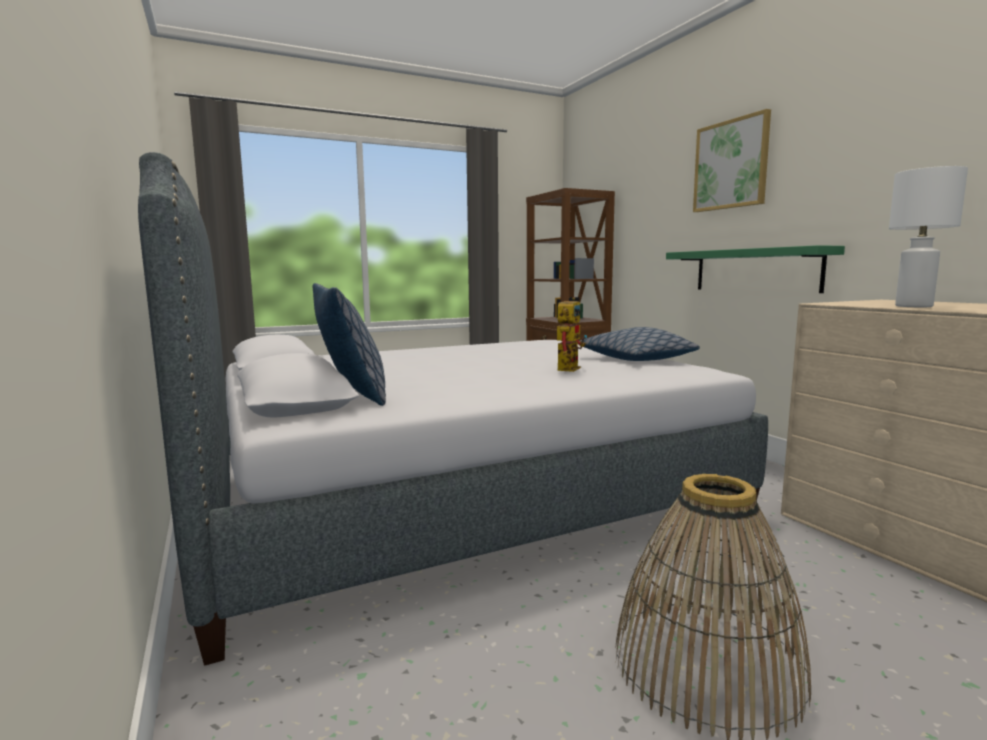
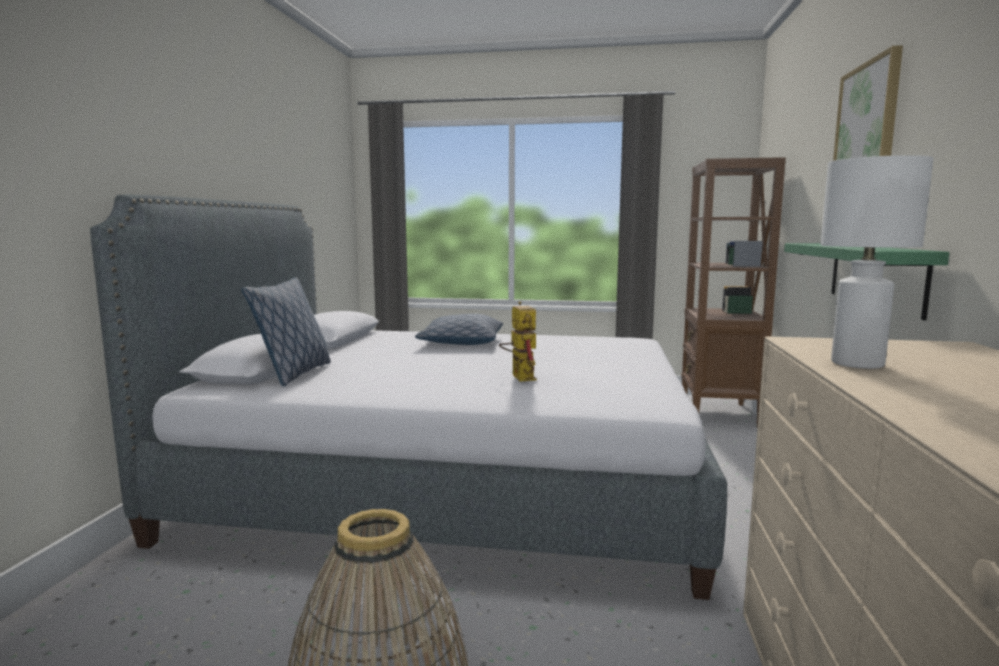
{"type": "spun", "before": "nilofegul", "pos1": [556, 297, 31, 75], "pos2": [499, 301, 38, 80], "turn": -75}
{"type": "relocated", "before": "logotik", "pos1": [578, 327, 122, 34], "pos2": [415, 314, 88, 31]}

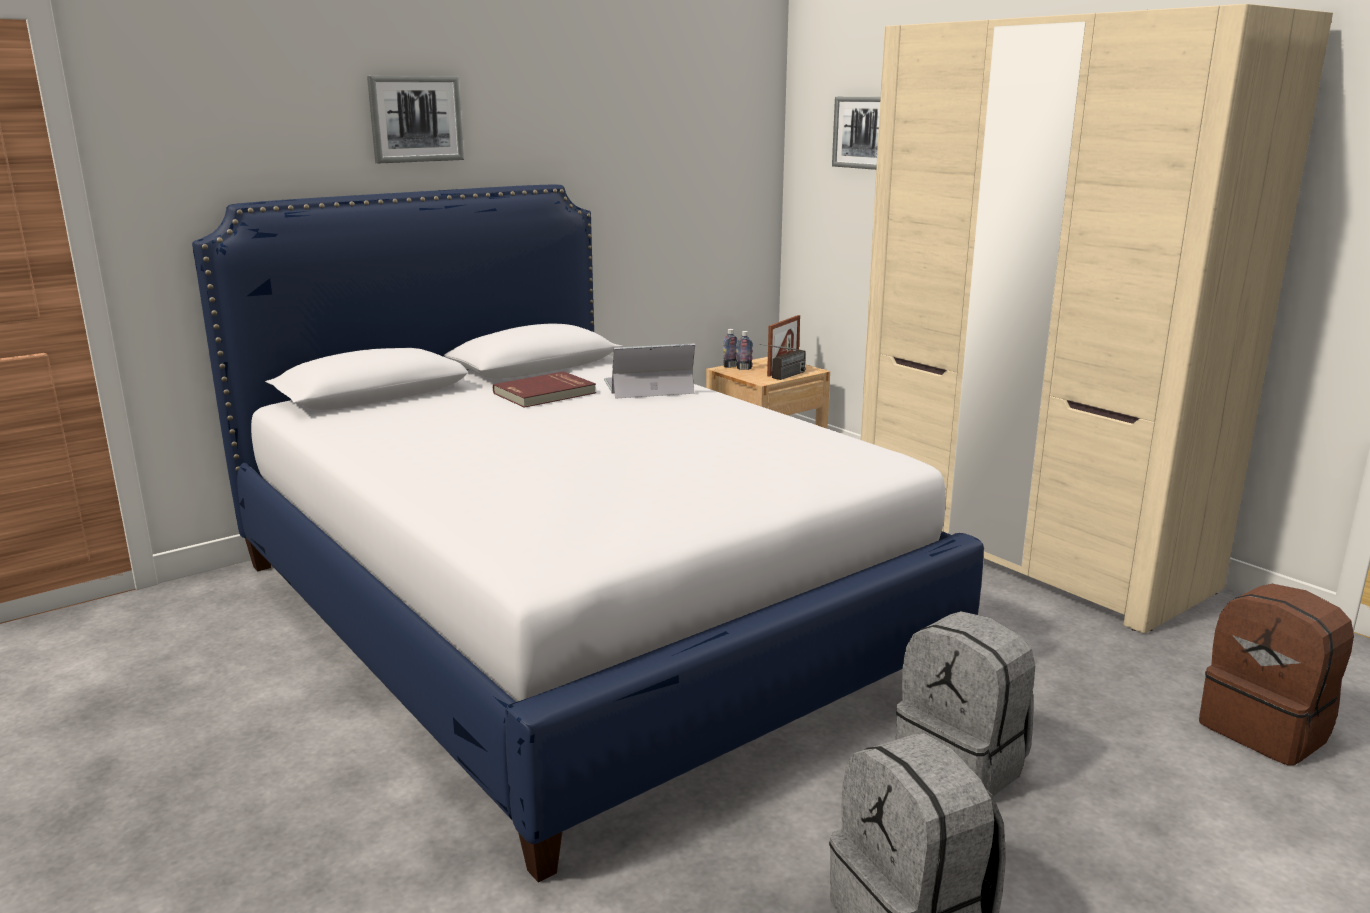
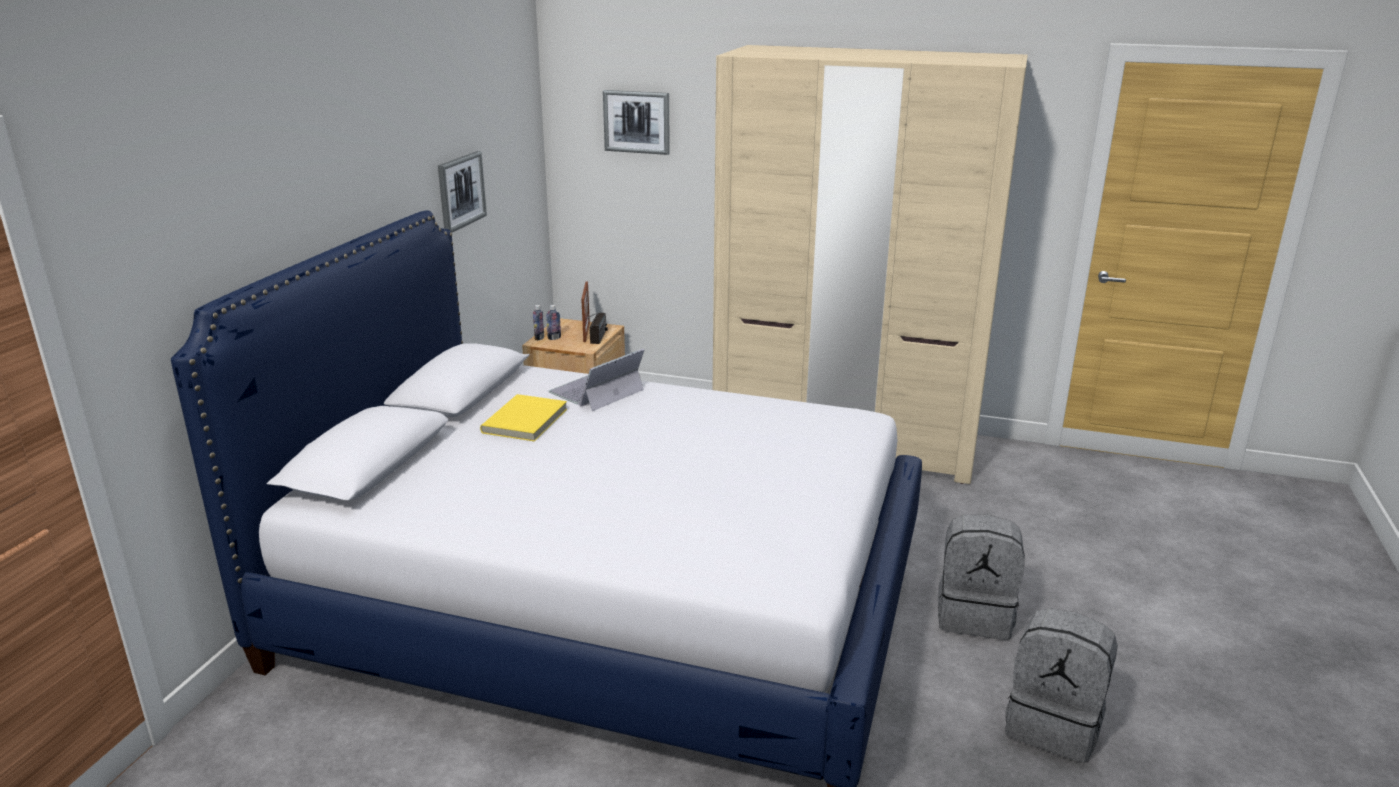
{"type": "relocated", "before": "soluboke", "pos1": [367, 76, 97, 87], "pos2": [438, 151, 49, 81]}
{"type": "colour", "before": "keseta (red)", "after": "keseta (yellow)", "pos1": [493, 371, 103, 37], "pos2": [480, 394, 87, 47]}
{"type": "missing", "before": "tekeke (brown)", "pos1": [1199, 584, 155, 182]}

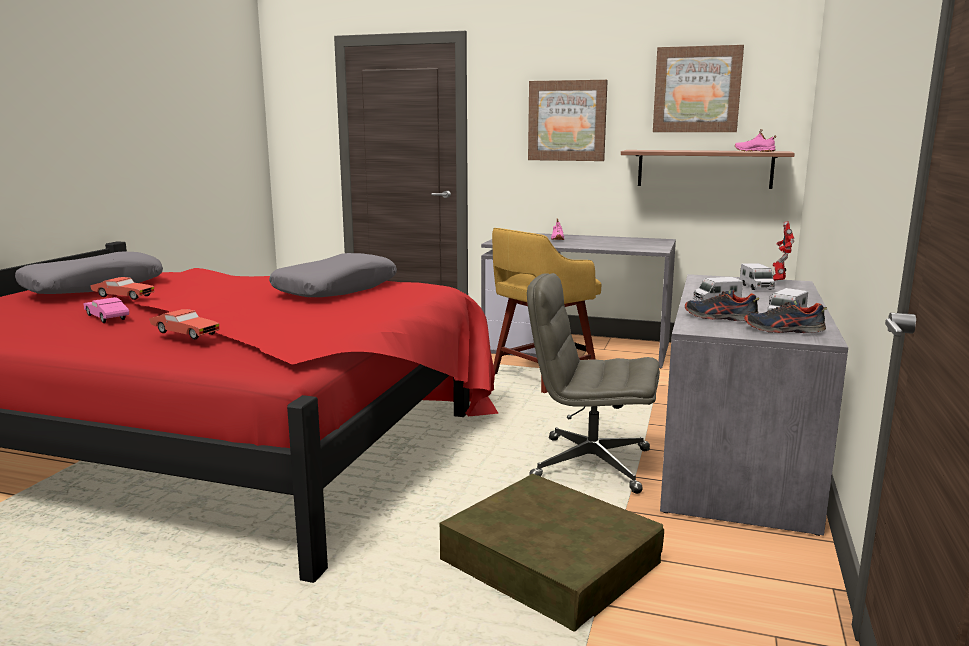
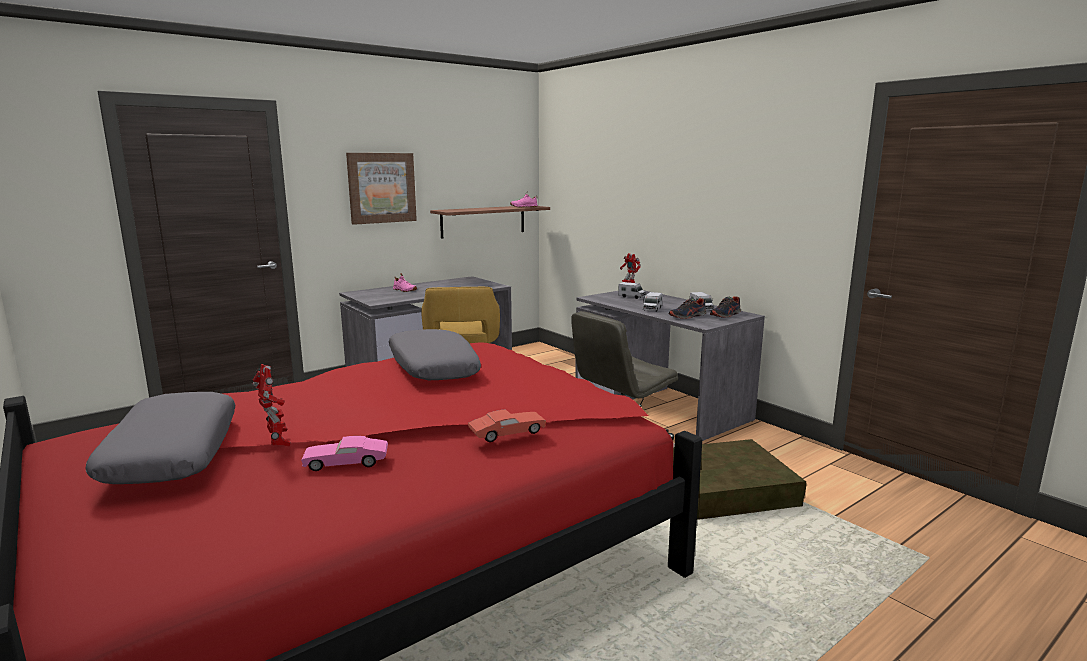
{"type": "missing", "before": "soluboke", "pos1": [653, 45, 91, 87]}
{"type": "exchanged", "before": "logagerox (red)", "after": "nilofegul", "pos1": [90, 277, 64, 23], "pos2": [253, 364, 38, 82]}

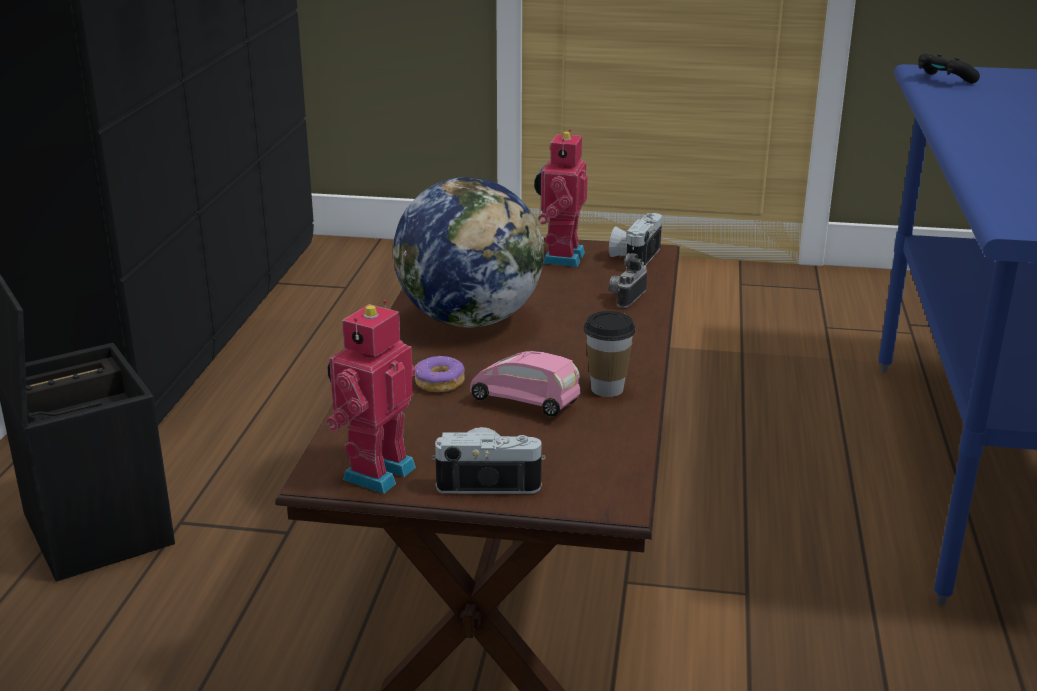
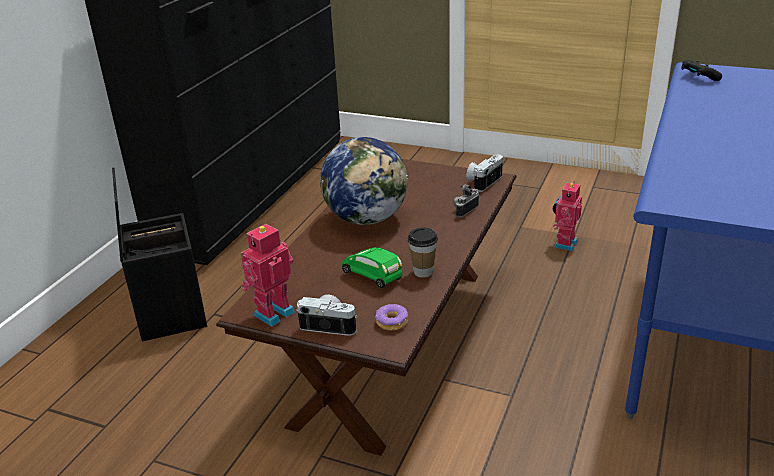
{"type": "relocated", "before": "nilofegul", "pos1": [534, 129, 54, 138], "pos2": [553, 181, 29, 70]}
{"type": "colour", "before": "logagerox (pink)", "after": "logagerox (green)", "pos1": [470, 351, 110, 66], "pos2": [342, 247, 60, 41]}
{"type": "relocated", "before": "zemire", "pos1": [415, 356, 50, 36], "pos2": [375, 304, 33, 27]}

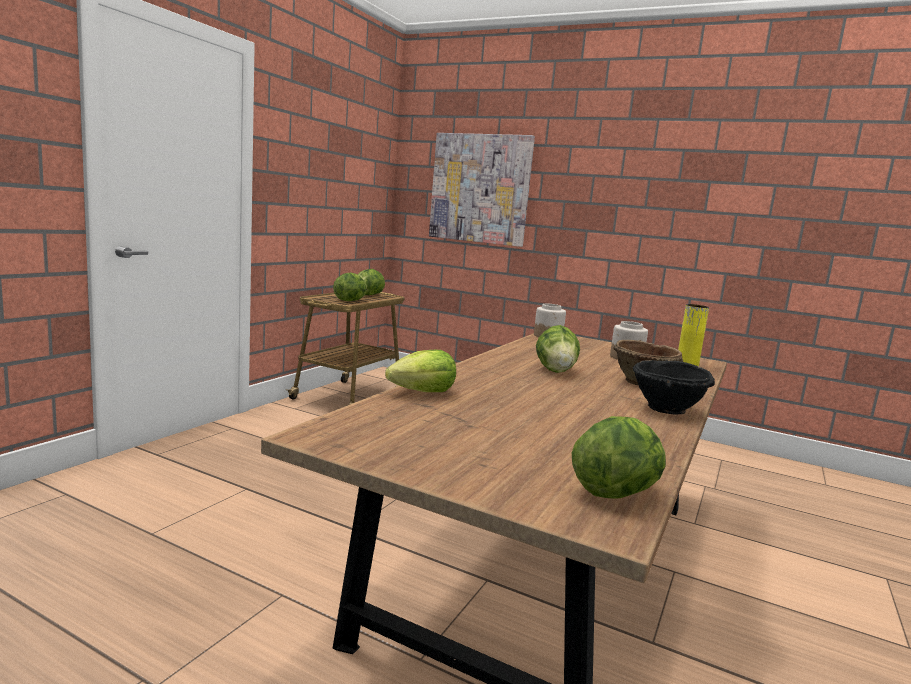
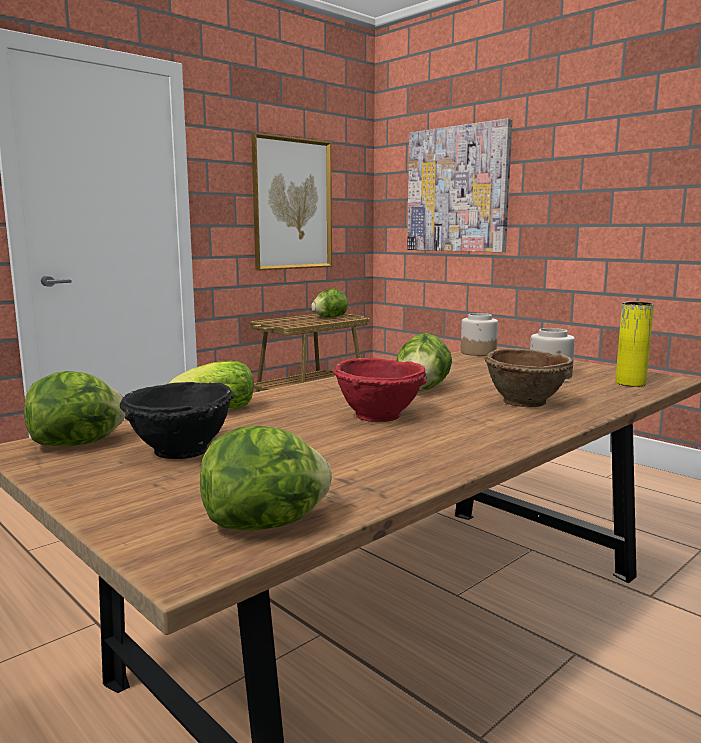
{"type": "relocated", "before": "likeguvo", "pos1": [333, 273, 34, 28], "pos2": [24, 371, 102, 75]}
{"type": "relocated", "before": "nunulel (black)", "pos1": [633, 360, 82, 54], "pos2": [120, 382, 114, 77]}
{"type": "appeared", "after": "soluboke", "pos2": [251, 132, 81, 138]}
{"type": "appeared", "after": "nunulel (red)", "pos2": [333, 358, 93, 64]}

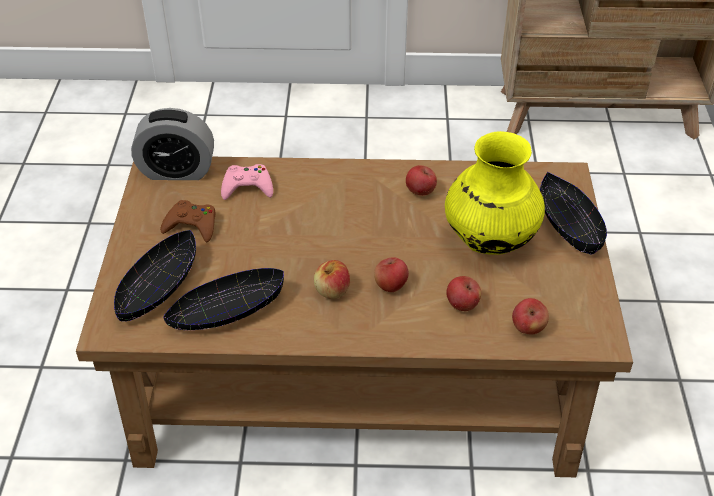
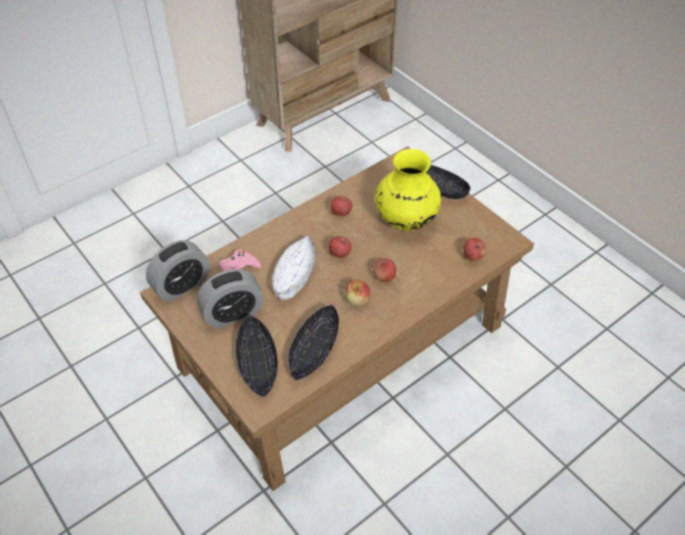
{"type": "exchanged", "before": "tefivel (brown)", "after": "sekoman", "pos1": [160, 200, 56, 42], "pos2": [197, 269, 67, 59]}
{"type": "relocated", "before": "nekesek", "pos1": [446, 276, 35, 35], "pos2": [329, 236, 23, 22]}
{"type": "appeared", "after": "nunulel (white)", "pos2": [272, 235, 44, 65]}

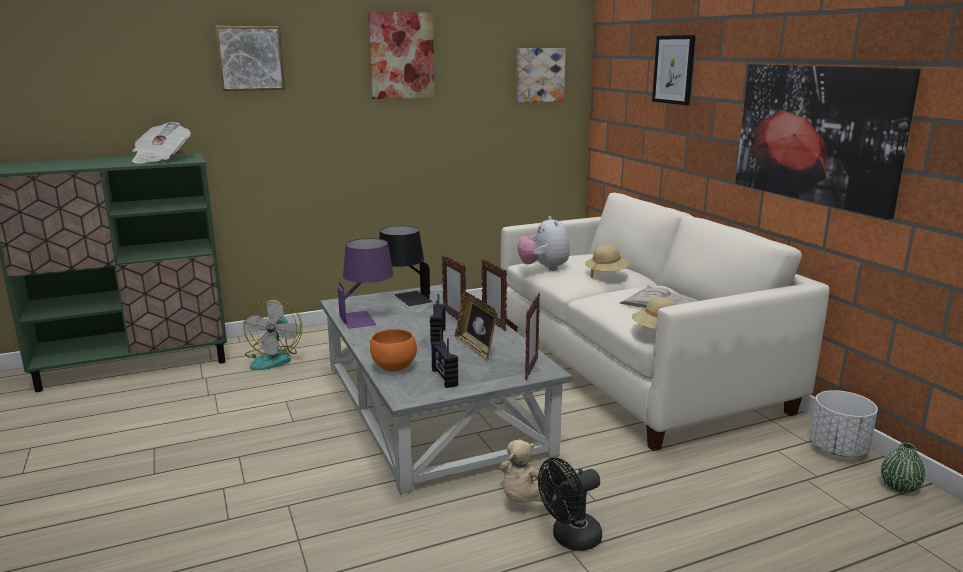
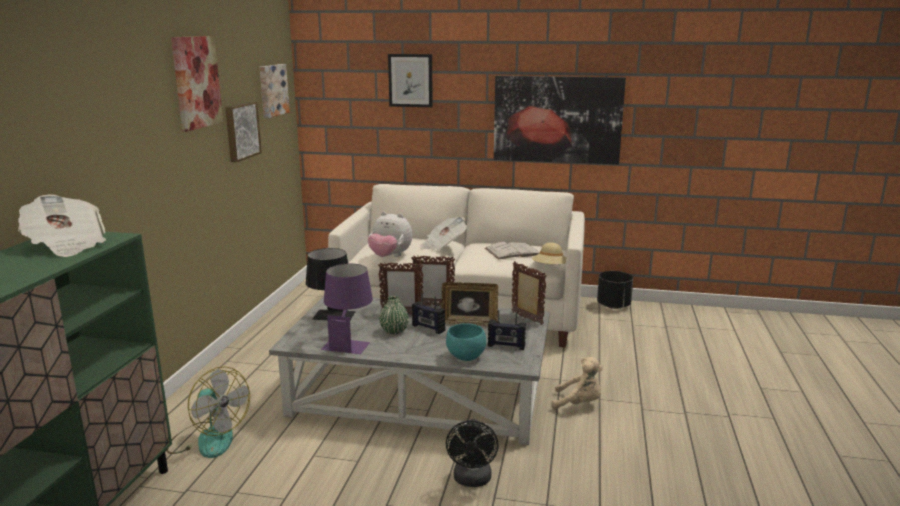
{"type": "relocated", "before": "soluboke", "pos1": [215, 26, 70, 65], "pos2": [225, 101, 37, 62]}
{"type": "exchanged", "before": "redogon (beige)", "after": "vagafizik", "pos1": [585, 244, 45, 35], "pos2": [420, 217, 47, 33]}
{"type": "colour", "before": "nunulel (orange)", "after": "nunulel (turquoise)", "pos1": [370, 329, 47, 43], "pos2": [446, 323, 40, 38]}
{"type": "colour", "before": "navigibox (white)", "after": "navigibox (black)", "pos1": [810, 390, 68, 67], "pos2": [597, 271, 36, 38]}
{"type": "spun", "before": "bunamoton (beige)", "pos1": [500, 439, 54, 63], "pos2": [551, 357, 52, 53], "turn": -45}
{"type": "relocated", "before": "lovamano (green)", "pos1": [881, 442, 44, 51], "pos2": [380, 296, 29, 38]}
{"type": "relocated", "before": "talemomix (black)", "pos1": [538, 458, 64, 93], "pos2": [446, 419, 53, 68]}

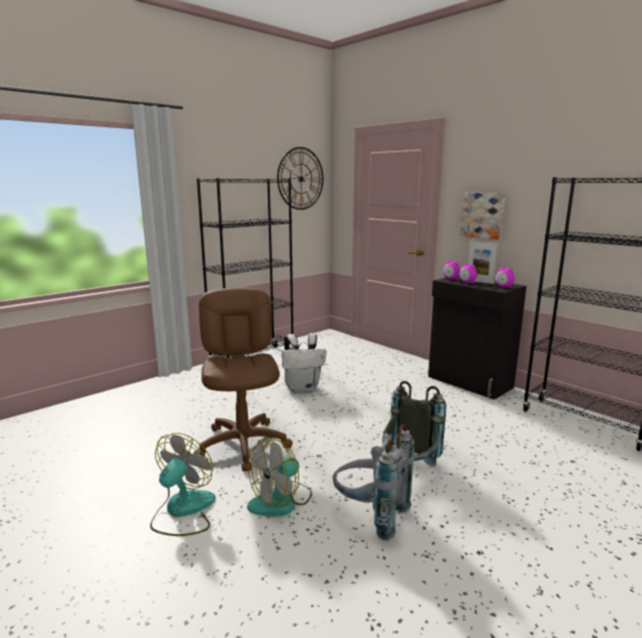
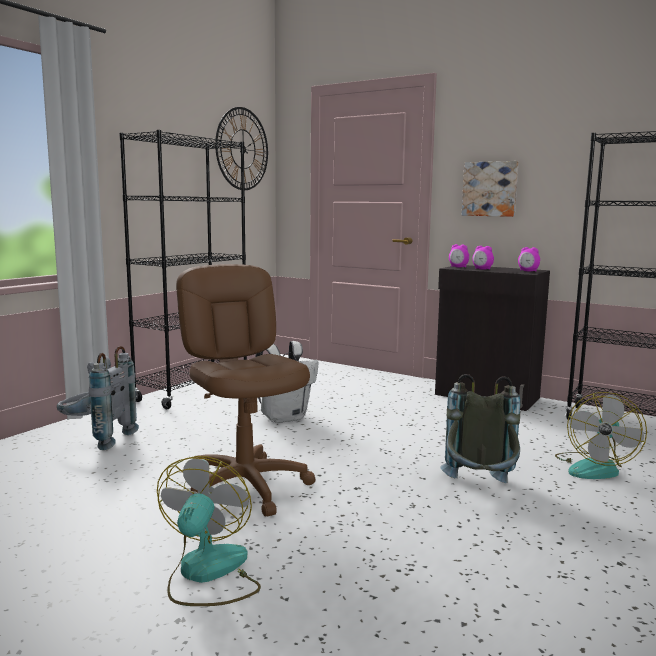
{"type": "missing", "before": "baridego", "pos1": [466, 241, 32, 43]}
{"type": "relocated", "before": "tekeke (grey)", "pos1": [333, 425, 82, 115], "pos2": [57, 346, 82, 104]}
{"type": "relocated", "before": "talemomix", "pos1": [247, 437, 65, 80], "pos2": [555, 392, 92, 87]}

